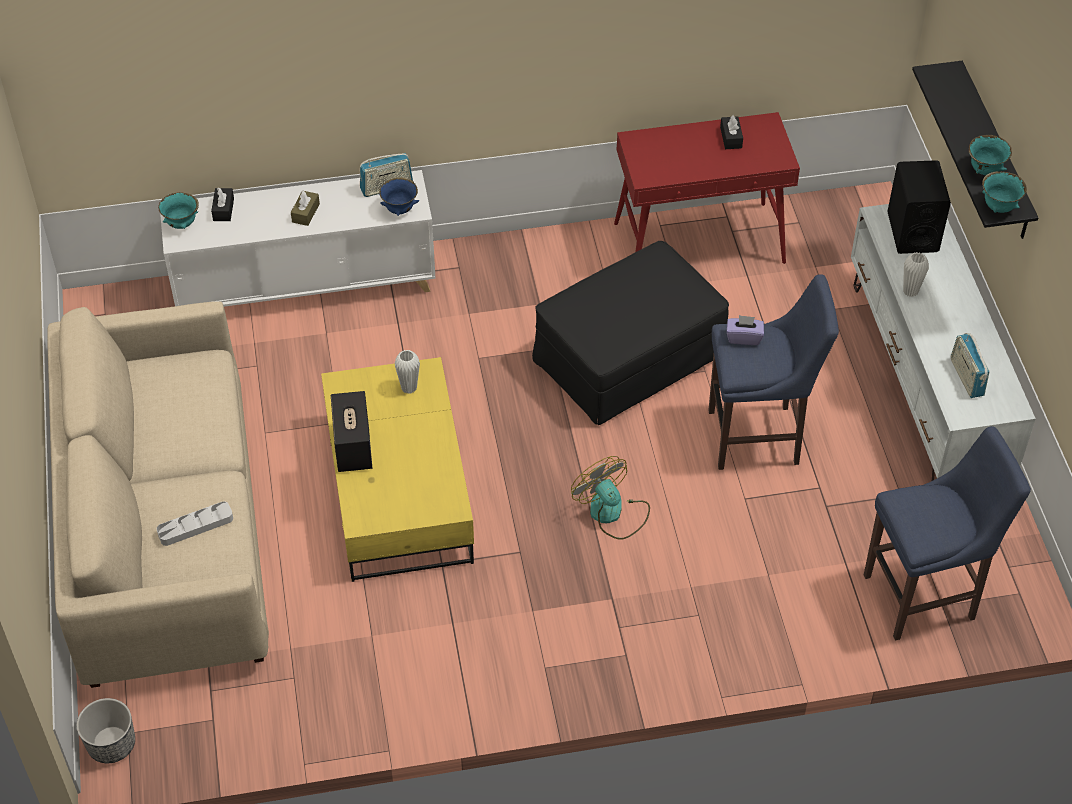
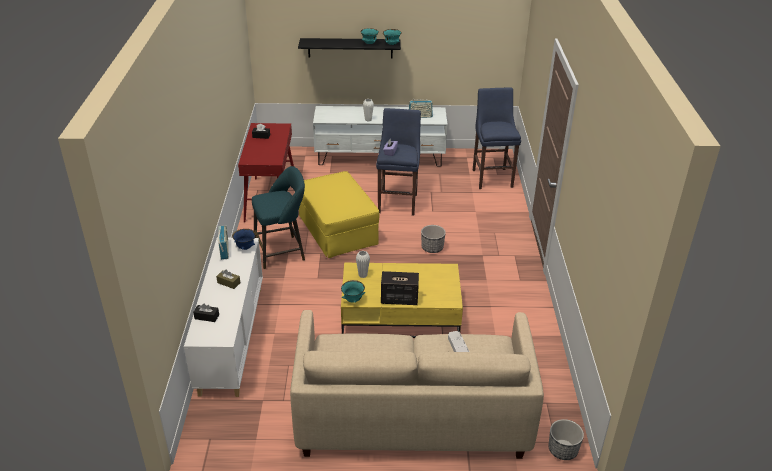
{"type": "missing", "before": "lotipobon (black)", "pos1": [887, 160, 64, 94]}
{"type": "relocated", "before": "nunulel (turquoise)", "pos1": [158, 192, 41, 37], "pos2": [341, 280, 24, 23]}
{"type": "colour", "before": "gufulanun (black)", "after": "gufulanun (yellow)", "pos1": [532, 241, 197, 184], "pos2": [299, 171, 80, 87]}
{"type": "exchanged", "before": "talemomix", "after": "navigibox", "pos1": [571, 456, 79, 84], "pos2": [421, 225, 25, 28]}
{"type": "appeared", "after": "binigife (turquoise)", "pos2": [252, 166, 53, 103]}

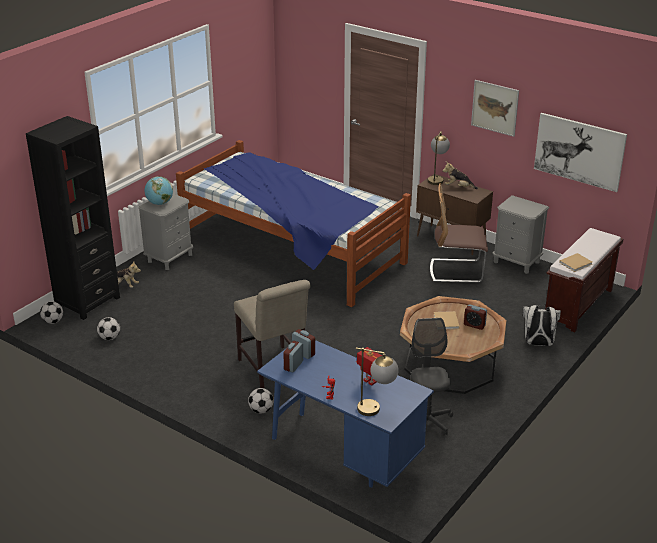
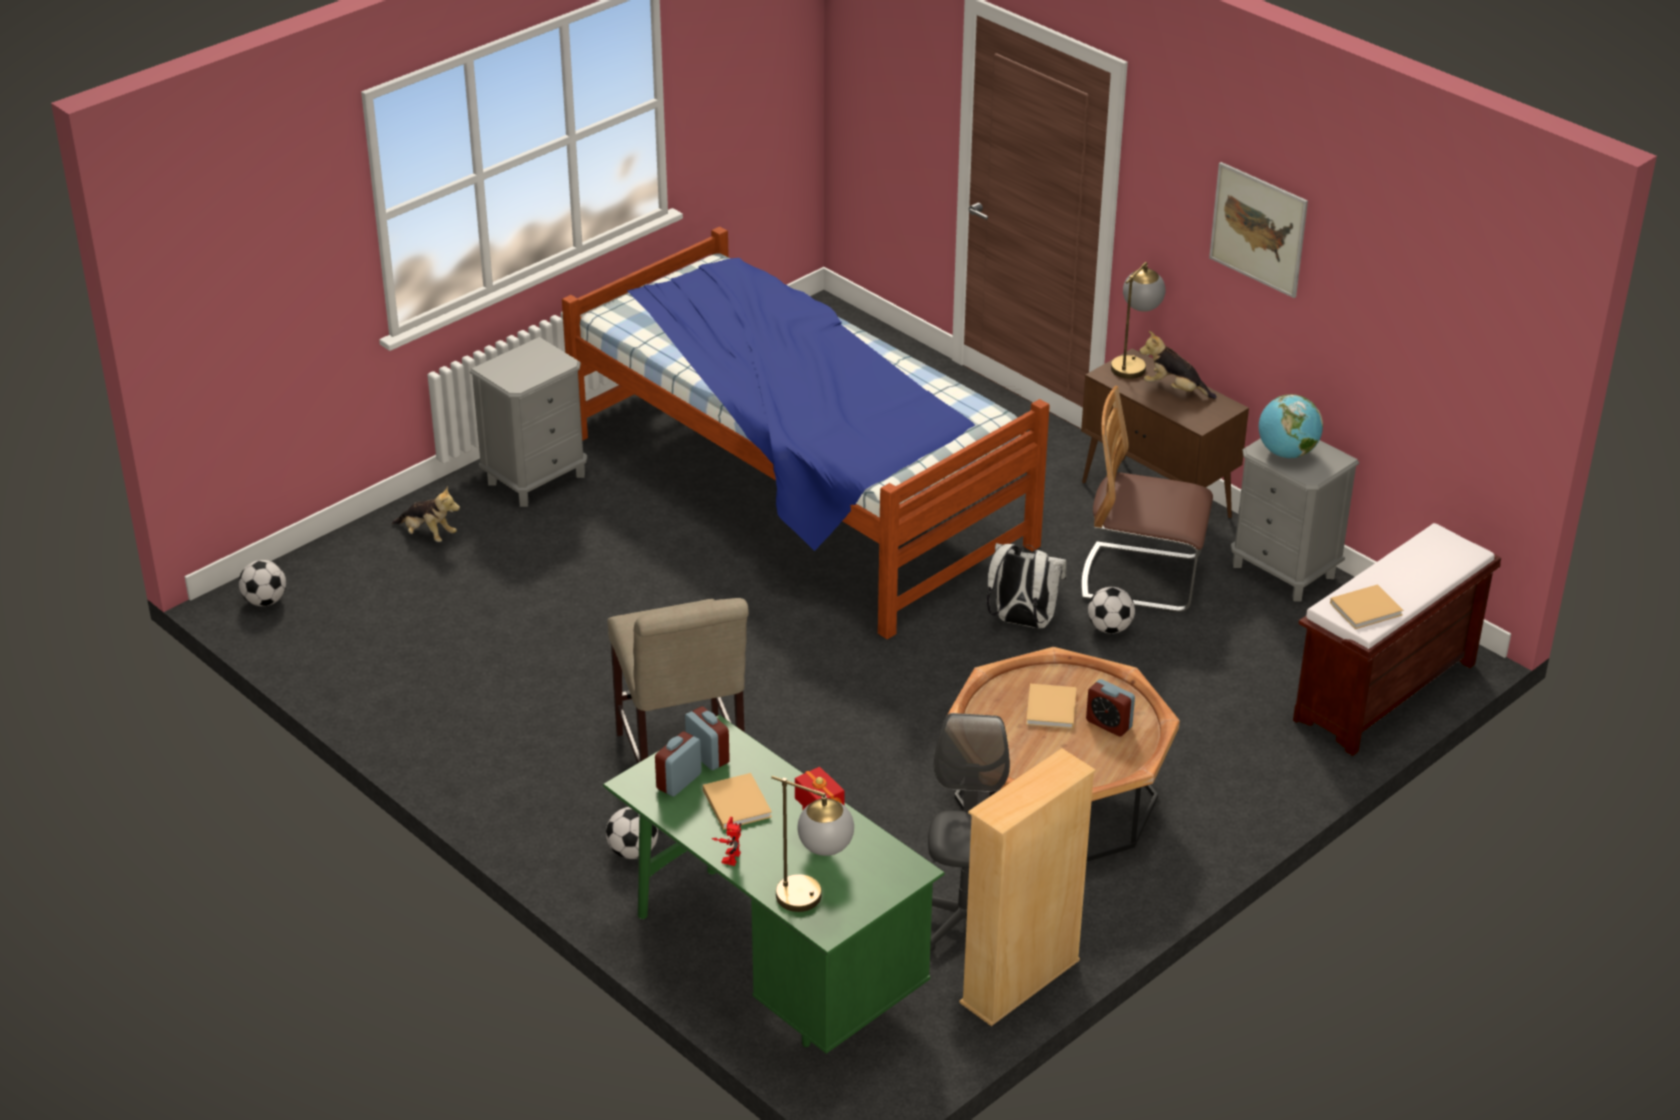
{"type": "missing", "before": "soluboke", "pos1": [534, 113, 93, 79]}
{"type": "missing", "before": "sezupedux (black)", "pos1": [26, 116, 94, 204]}
{"type": "relocated", "before": "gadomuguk", "pos1": [145, 176, 28, 29], "pos2": [1259, 394, 64, 64]}
{"type": "relocated", "before": "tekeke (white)", "pos1": [523, 305, 38, 41], "pos2": [987, 543, 80, 85]}
{"type": "relocated", "before": "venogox", "pos1": [97, 317, 23, 23], "pos2": [1088, 587, 47, 47]}
{"type": "colour", "before": "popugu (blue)", "after": "popugu (green)", "pos1": [257, 340, 177, 148], "pos2": [603, 715, 342, 339]}
{"type": "appeared", "after": "sezupedux (beige)", "pos2": [959, 748, 137, 278]}
{"type": "appeared", "after": "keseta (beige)", "pos2": [703, 773, 69, 57]}

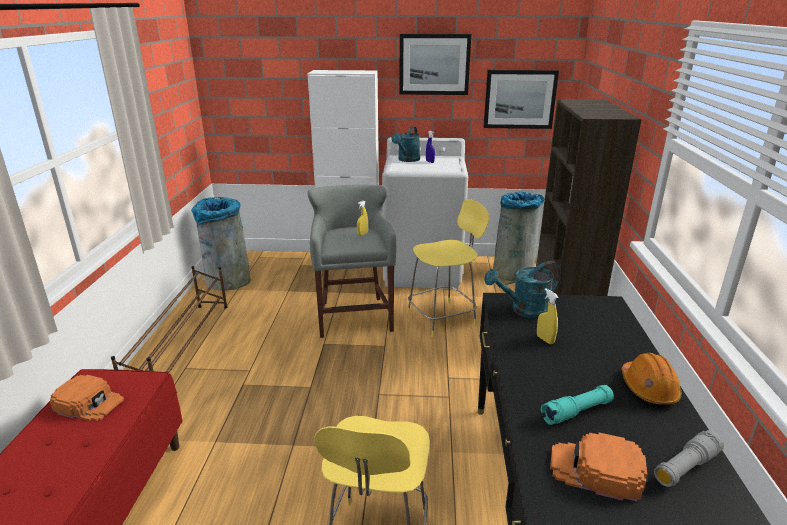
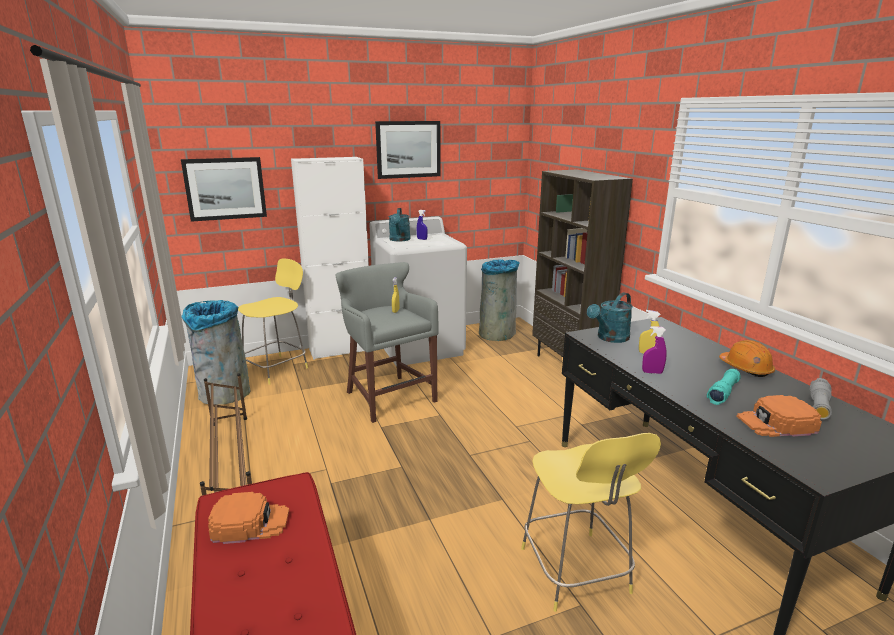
{"type": "relocated", "before": "soluboke", "pos1": [484, 70, 75, 59], "pos2": [181, 157, 86, 65]}
{"type": "relocated", "before": "binigife (yellow)", "pos1": [407, 199, 82, 138], "pos2": [238, 259, 70, 126]}
{"type": "appeared", "after": "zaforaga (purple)", "pos2": [642, 326, 24, 48]}

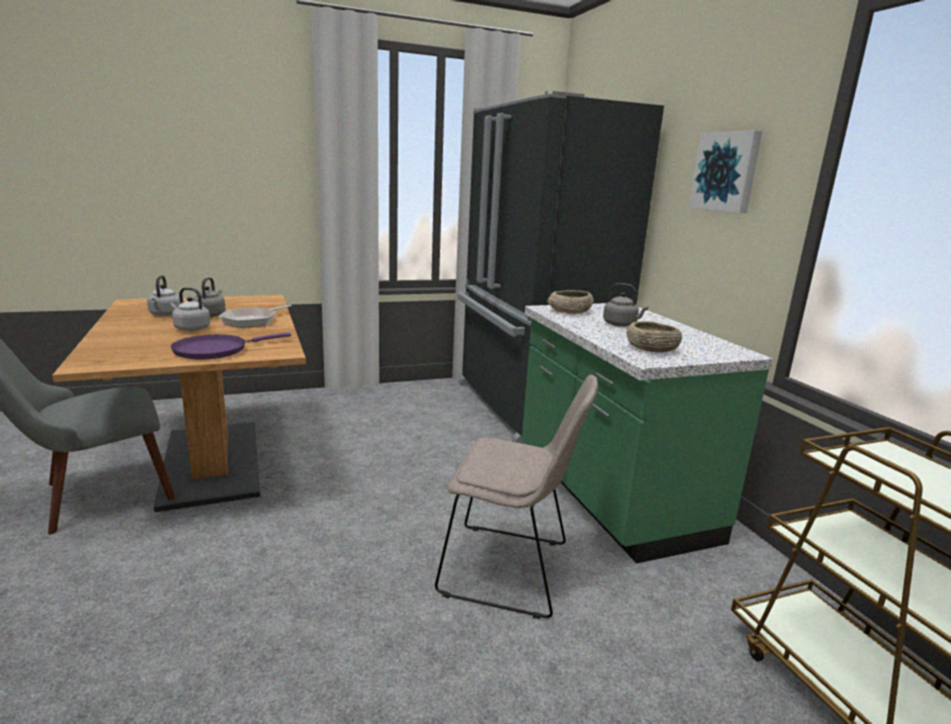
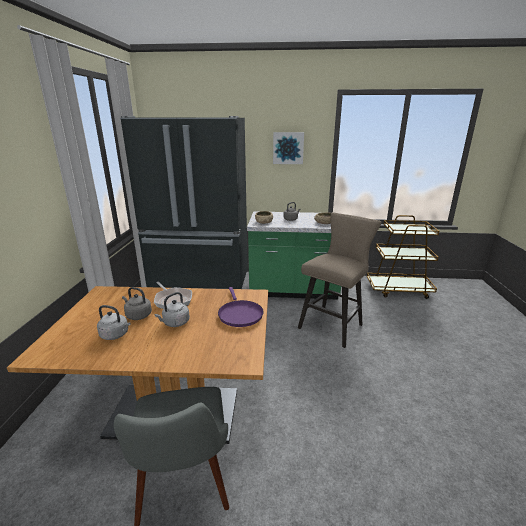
{"type": "exchanged", "before": "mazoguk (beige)", "after": "binigife (beige)", "pos1": [435, 375, 163, 244], "pos2": [298, 212, 84, 136]}

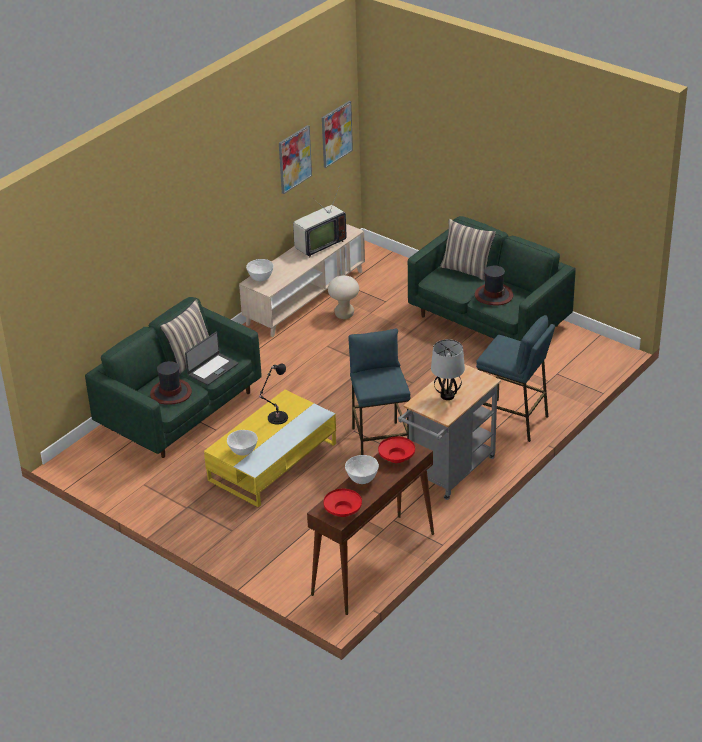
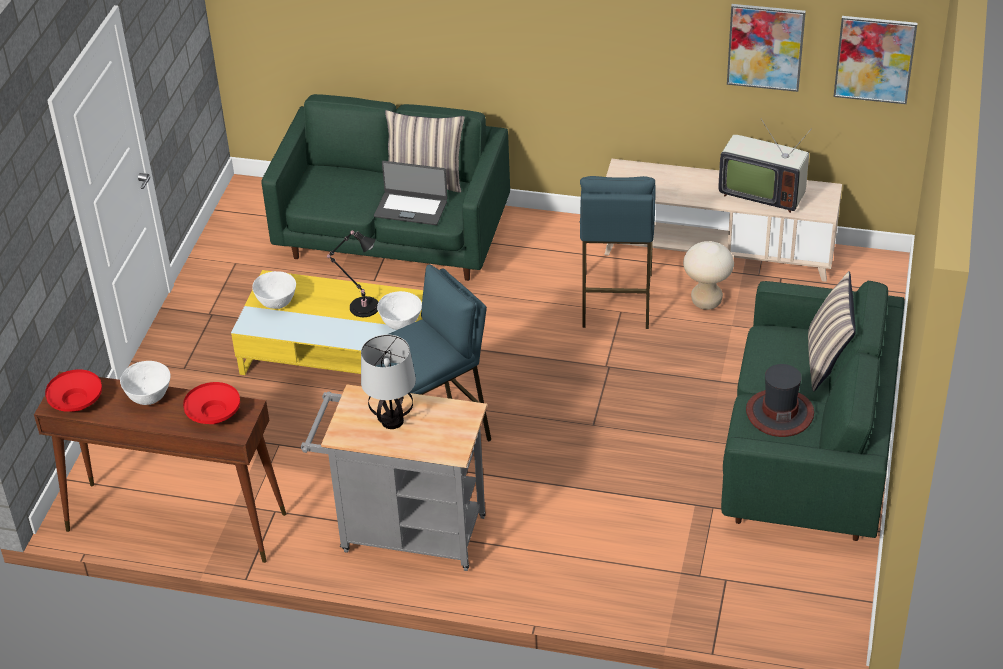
{"type": "relocated", "before": "nunulel (white)", "pos1": [246, 259, 28, 22], "pos2": [377, 291, 45, 39]}
{"type": "relocated", "before": "binigife (blue)", "pos1": [476, 315, 79, 127], "pos2": [580, 176, 76, 153]}
{"type": "missing", "before": "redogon", "pos1": [150, 361, 42, 44]}

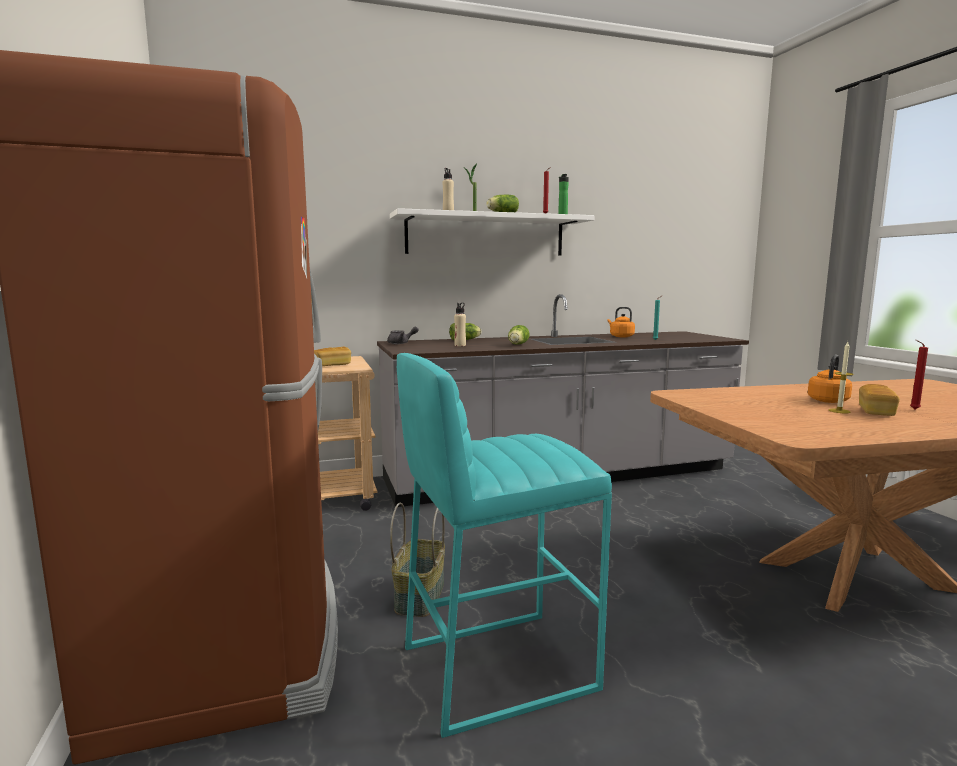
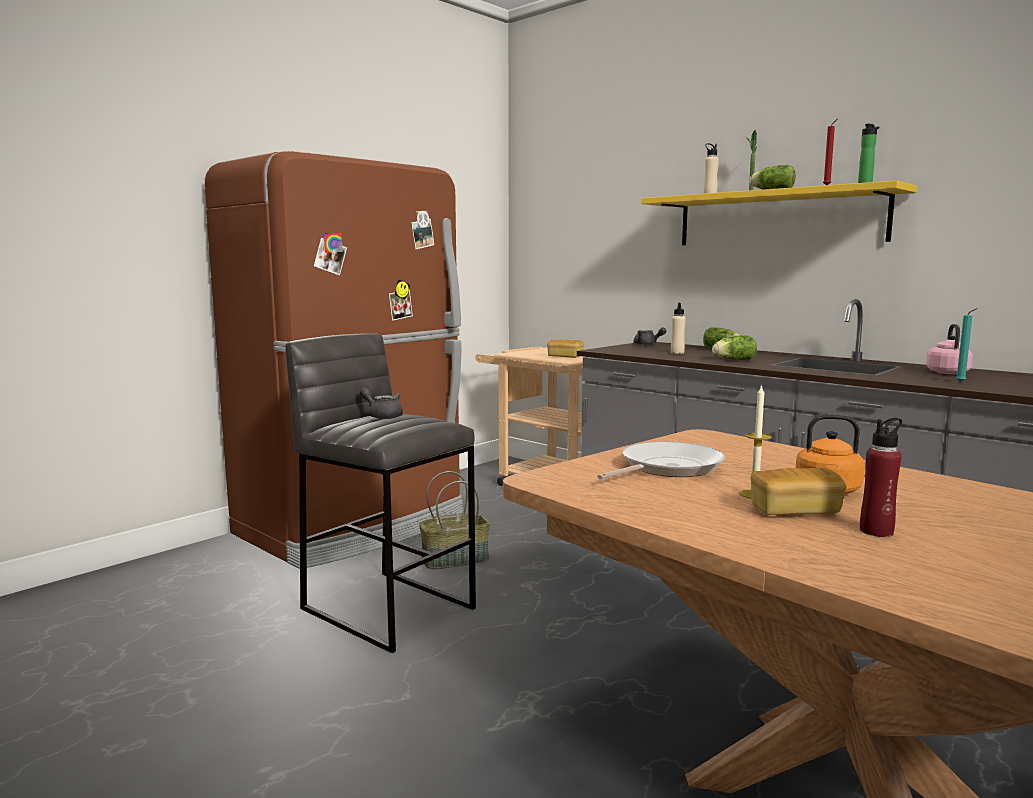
{"type": "colour", "before": "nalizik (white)", "after": "nalizik (yellow)", "pos1": [390, 208, 205, 48], "pos2": [641, 180, 277, 65]}
{"type": "colour", "before": "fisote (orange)", "after": "fisote (pink)", "pos1": [607, 307, 28, 30], "pos2": [926, 324, 47, 50]}
{"type": "exchanged", "before": "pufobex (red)", "after": "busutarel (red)", "pos1": [910, 340, 18, 69], "pos2": [860, 418, 42, 119]}
{"type": "colour", "before": "binigife (turquoise)", "after": "binigife (grey)", "pos1": [397, 353, 215, 385], "pos2": [285, 333, 191, 320]}
{"type": "appeared", "after": "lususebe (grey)", "pos2": [360, 388, 43, 31]}
{"type": "appeared", "after": "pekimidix", "pos2": [597, 441, 128, 38]}

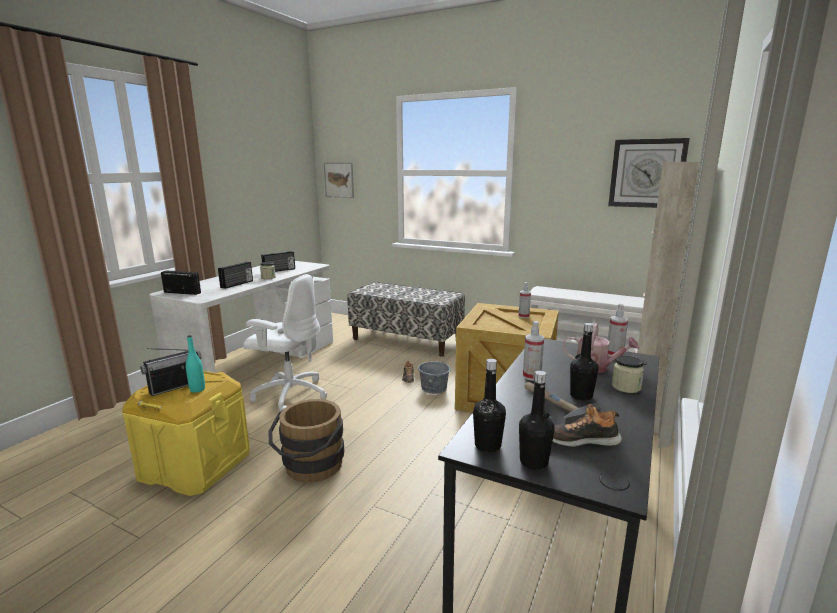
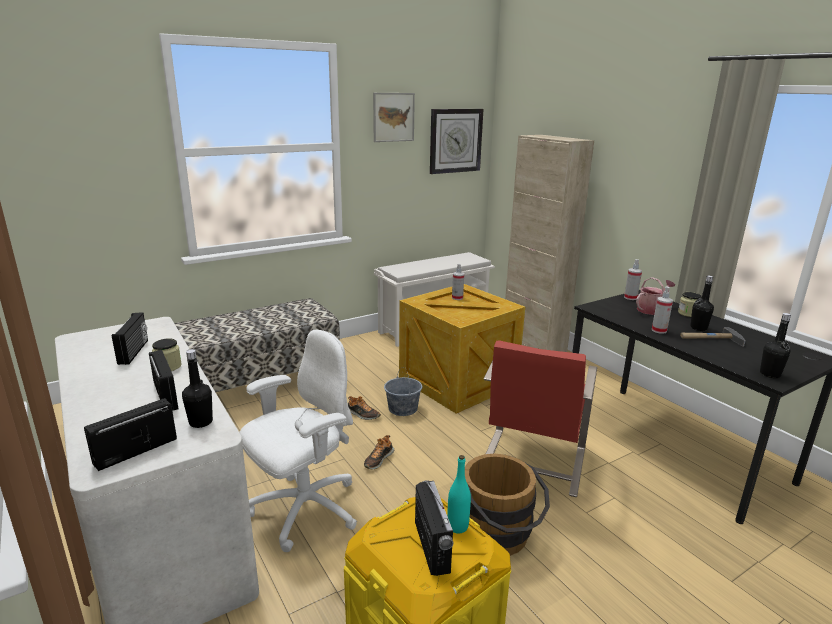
{"type": "relocated", "before": "soluboke", "pos1": [324, 162, 30, 36], "pos2": [373, 93, 42, 49]}
{"type": "relocated", "before": "busutarel (black)", "pos1": [519, 371, 36, 99], "pos2": [182, 349, 31, 79]}
{"type": "relocated", "before": "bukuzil", "pos1": [552, 404, 70, 43], "pos2": [364, 435, 30, 34]}
{"type": "appeared", "after": "mazoguk (red)", "pos2": [484, 340, 113, 157]}

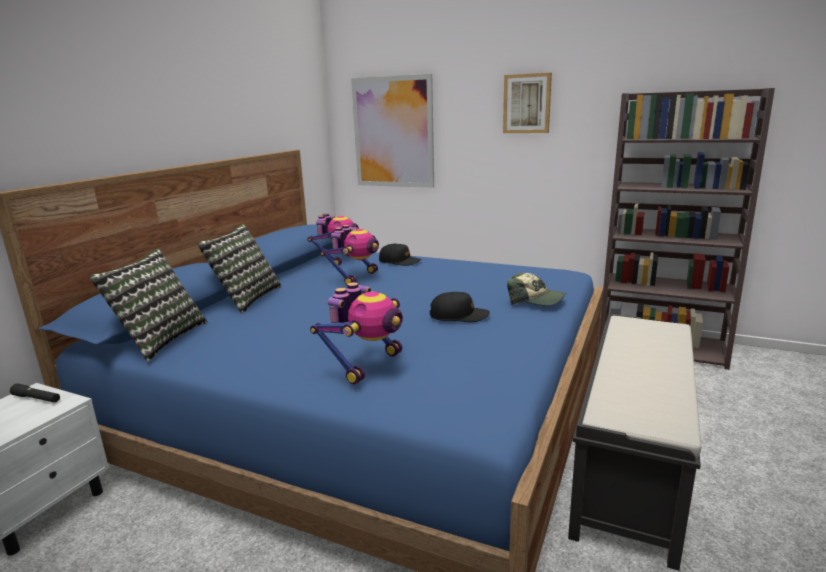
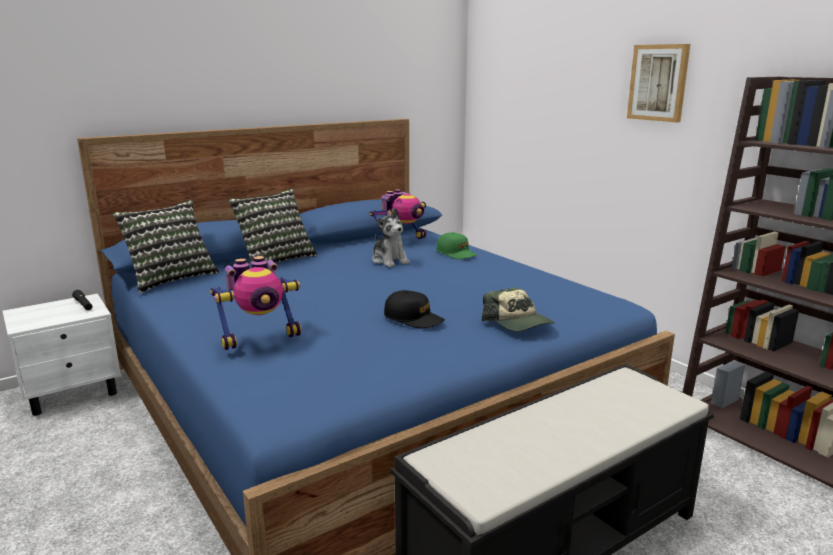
{"type": "missing", "before": "soluboke", "pos1": [351, 74, 83, 114]}
{"type": "exchanged", "before": "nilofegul", "after": "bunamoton", "pos1": [320, 225, 59, 60], "pos2": [372, 208, 38, 60]}
{"type": "colour", "before": "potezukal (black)", "after": "potezukal (green)", "pos1": [379, 243, 42, 23], "pos2": [436, 232, 41, 27]}

